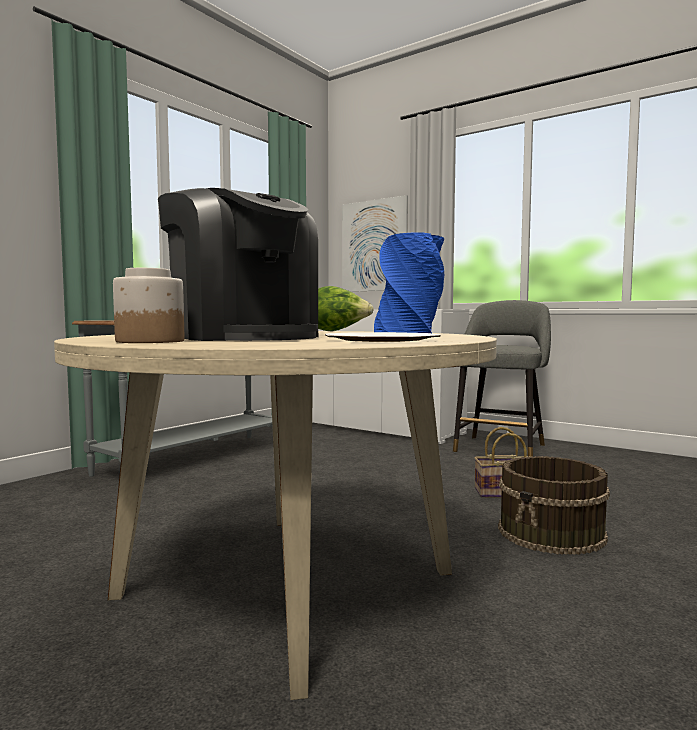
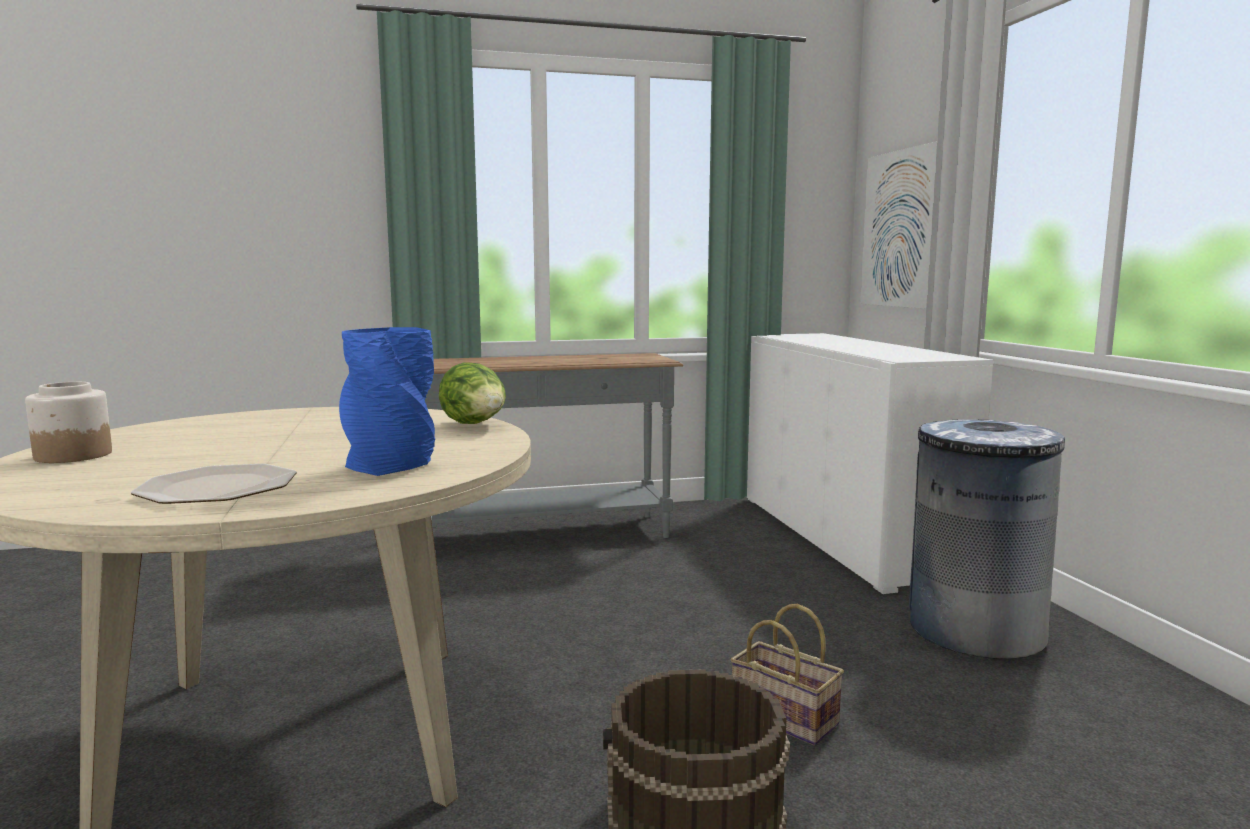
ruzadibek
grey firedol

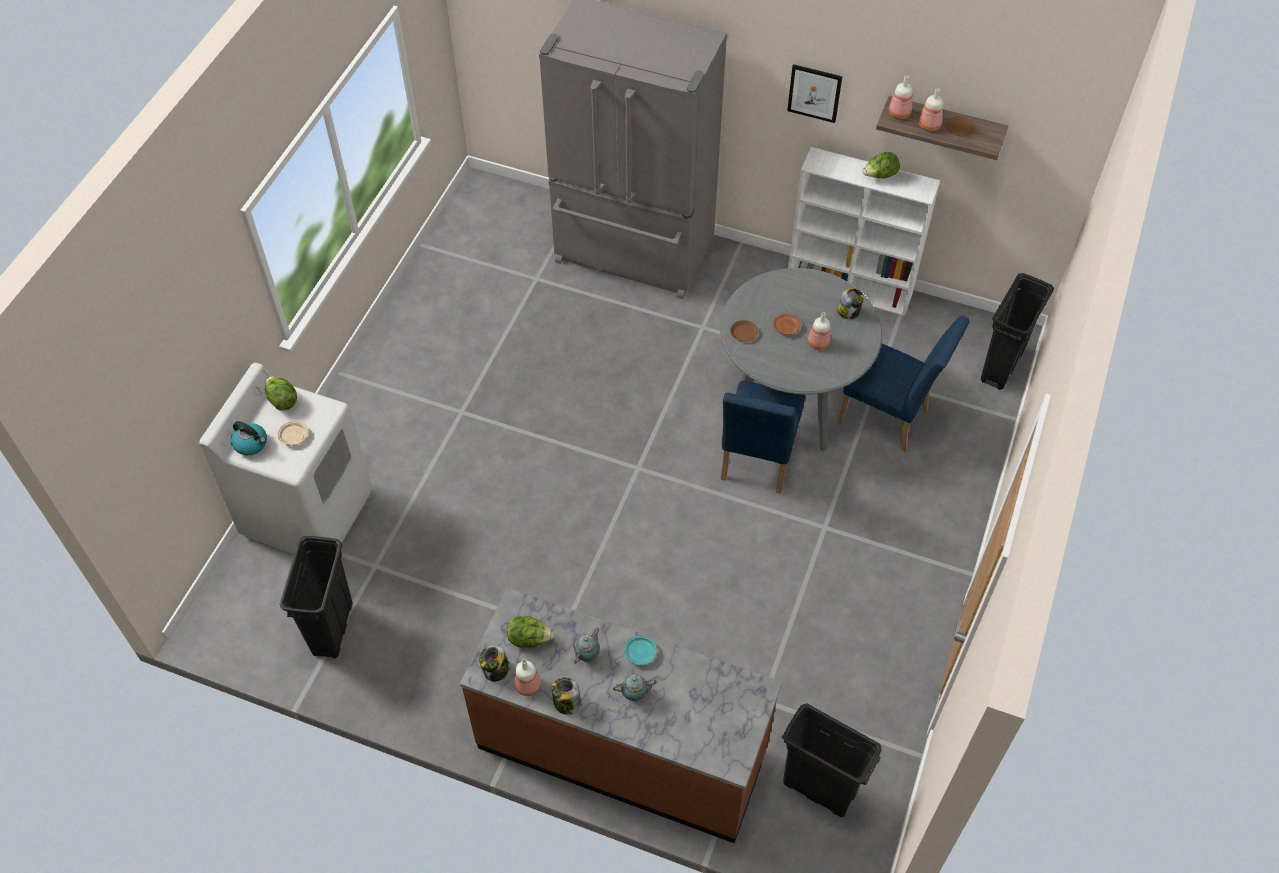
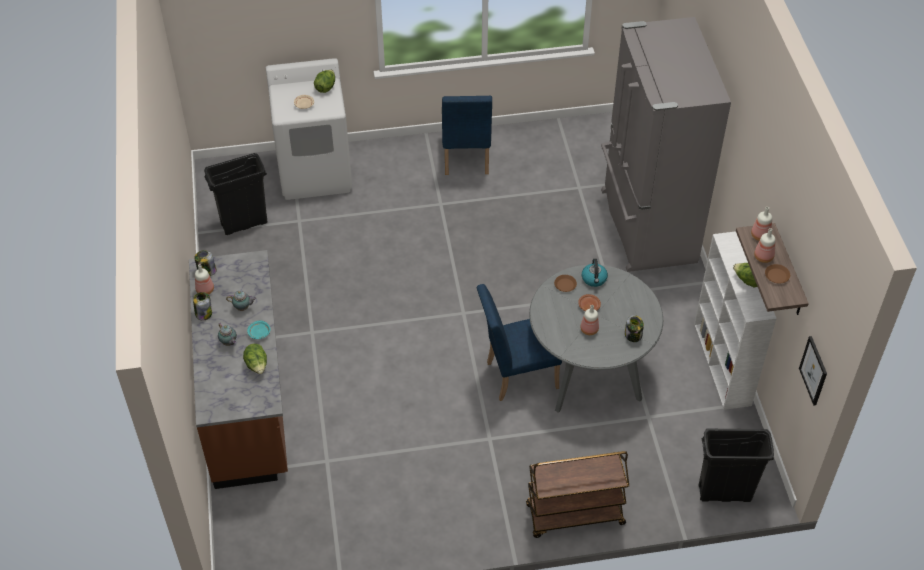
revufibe
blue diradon (no. 1 from left)
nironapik
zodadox (no. 1 from left)
black firedol (no. 2 from left in the first image)
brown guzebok

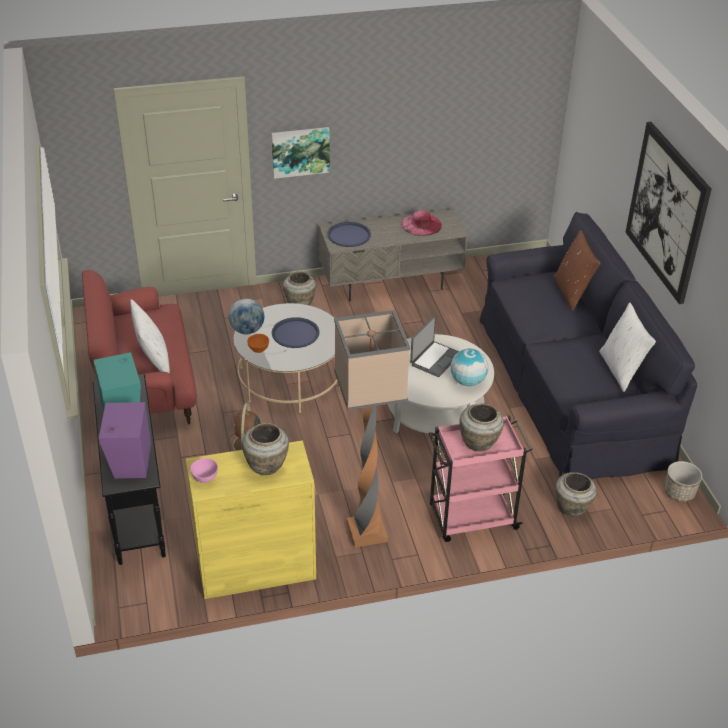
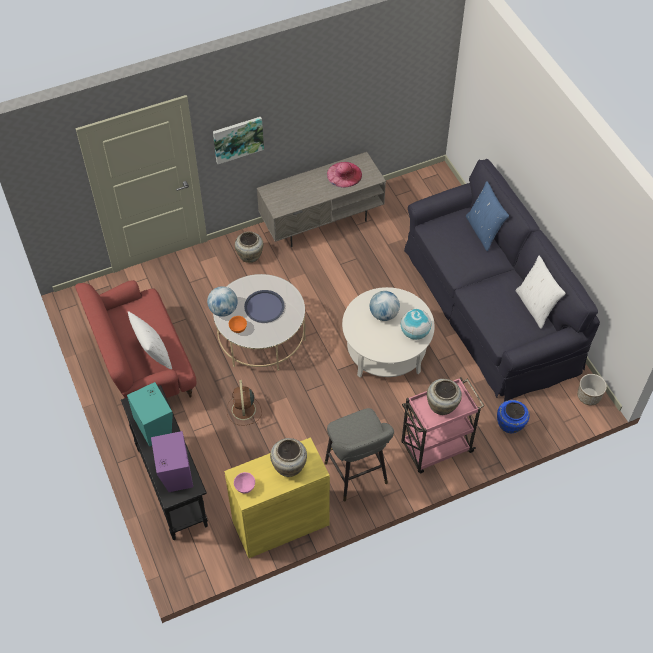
revufibe (no. 2 from left in the first image)
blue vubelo (no. 2 from left in the first image)
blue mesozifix
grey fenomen
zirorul (no. 2 from left)
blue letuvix

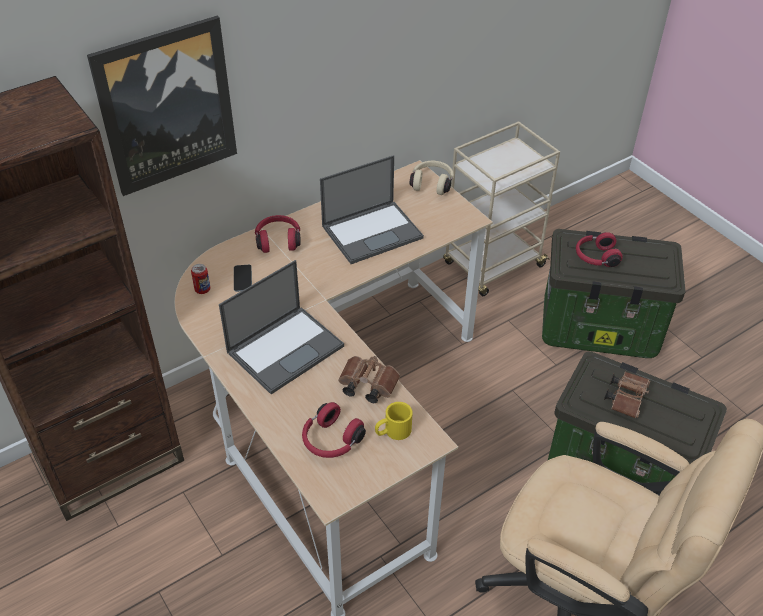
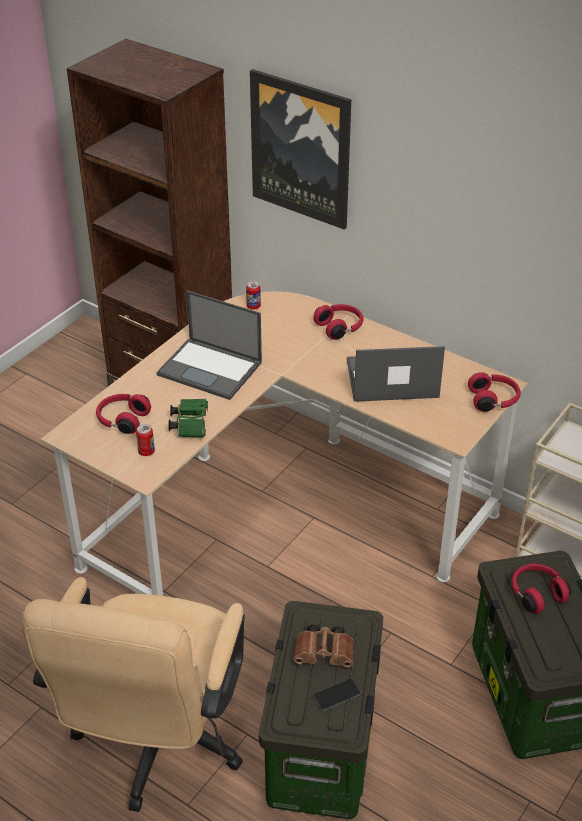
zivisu (no. 2 from left)
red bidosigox (no. 3 from left)
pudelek
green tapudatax
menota (no. 1 from left)

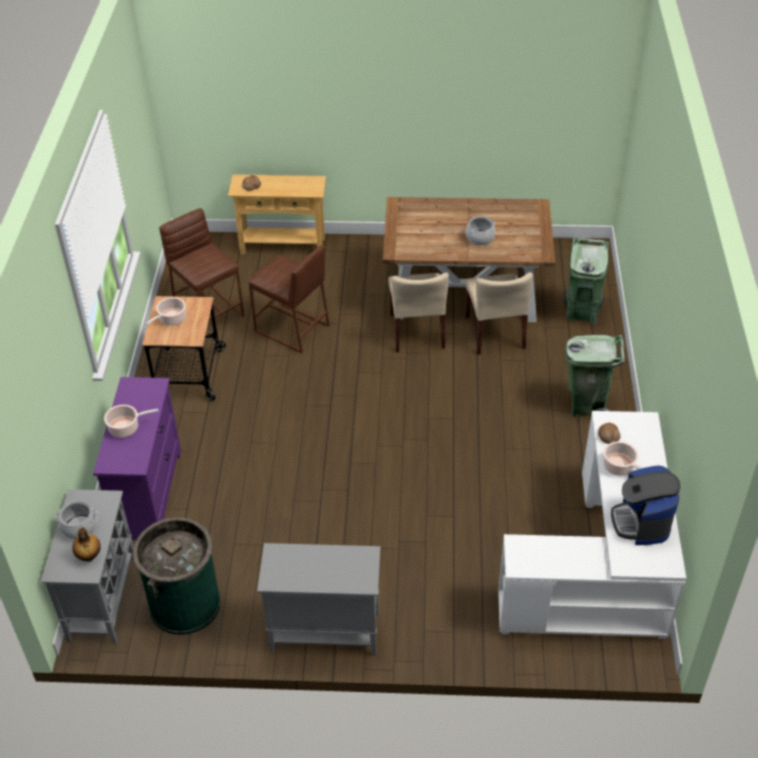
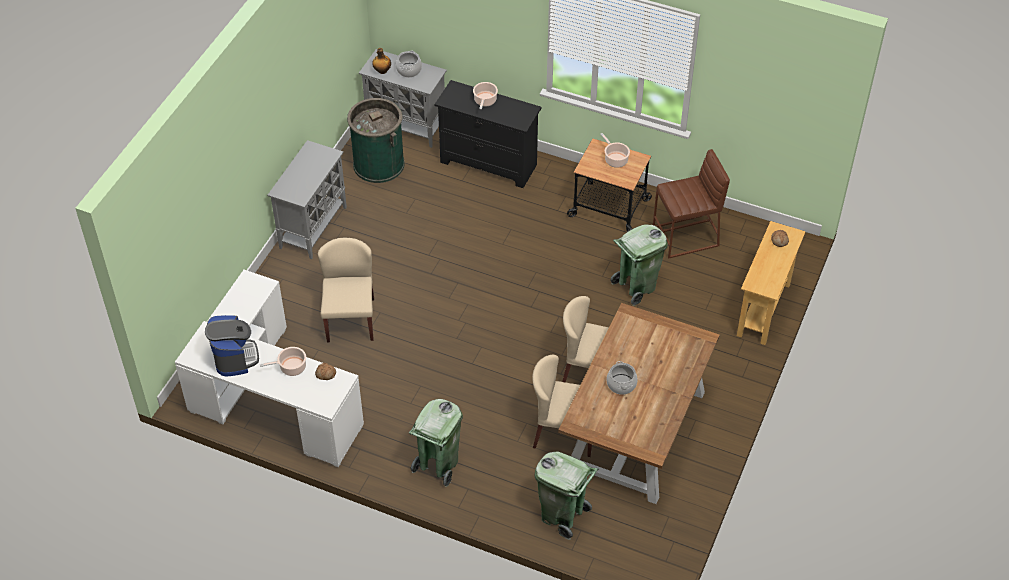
green firedol (no. 4 from left)
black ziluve
ruzadibek
beige diradon (no. 1 from left)

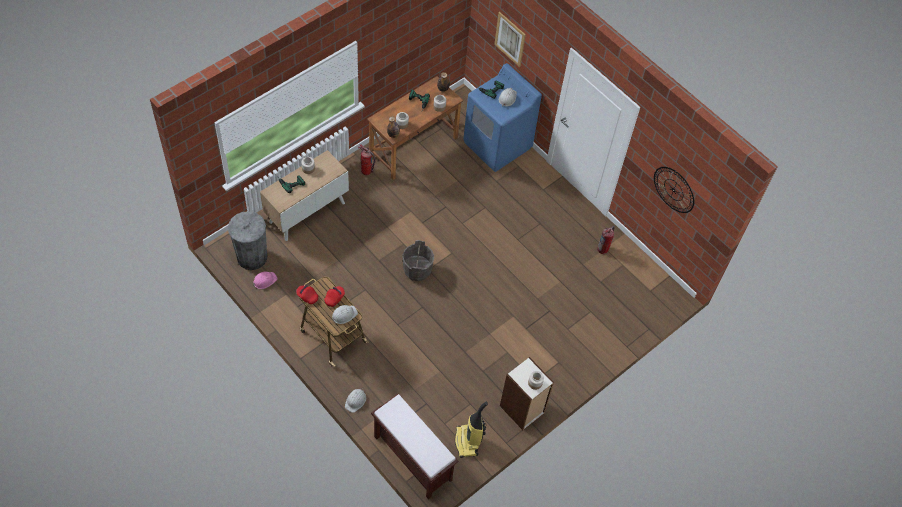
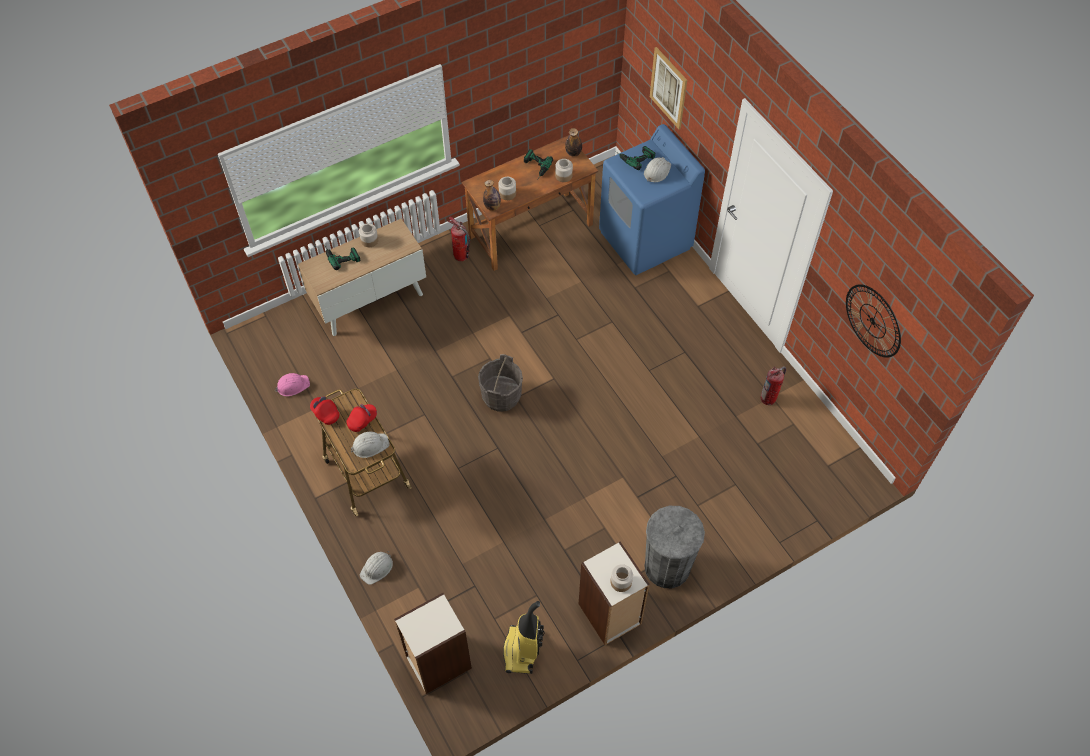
grey firedol
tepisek (no. 1 from left)

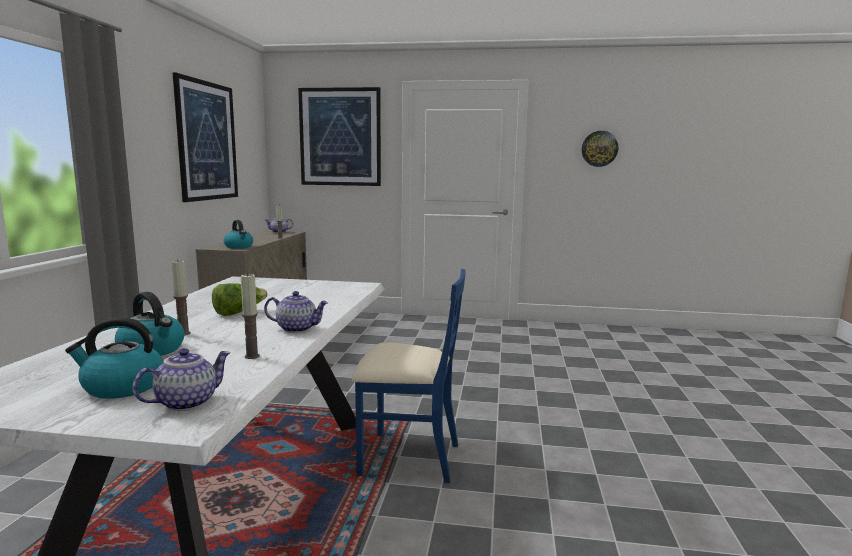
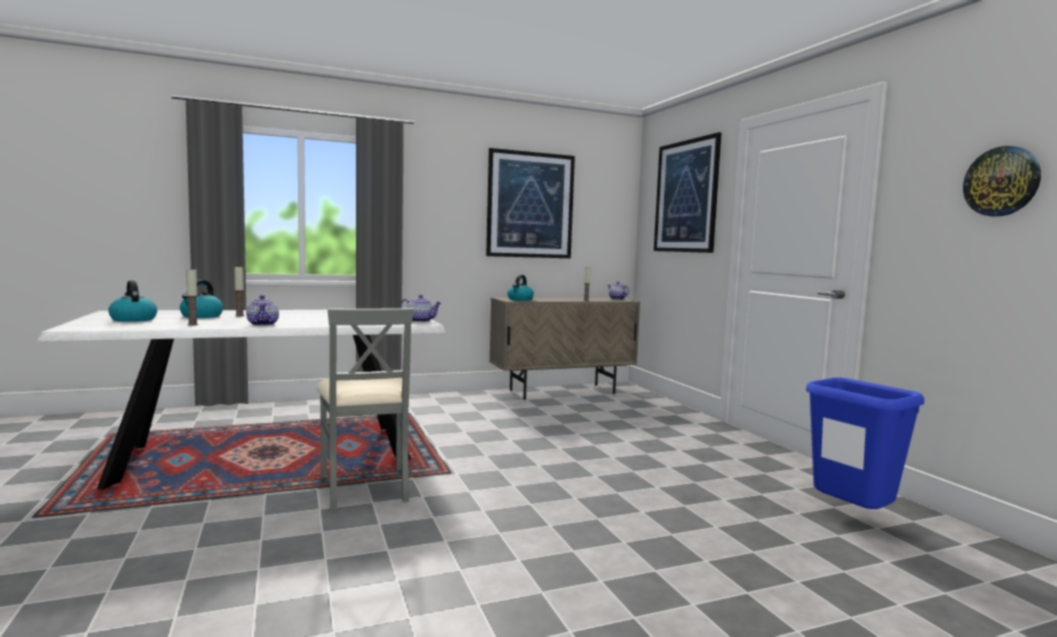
grey diradon
zodadox
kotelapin (no. 2 from left)
blue firedol

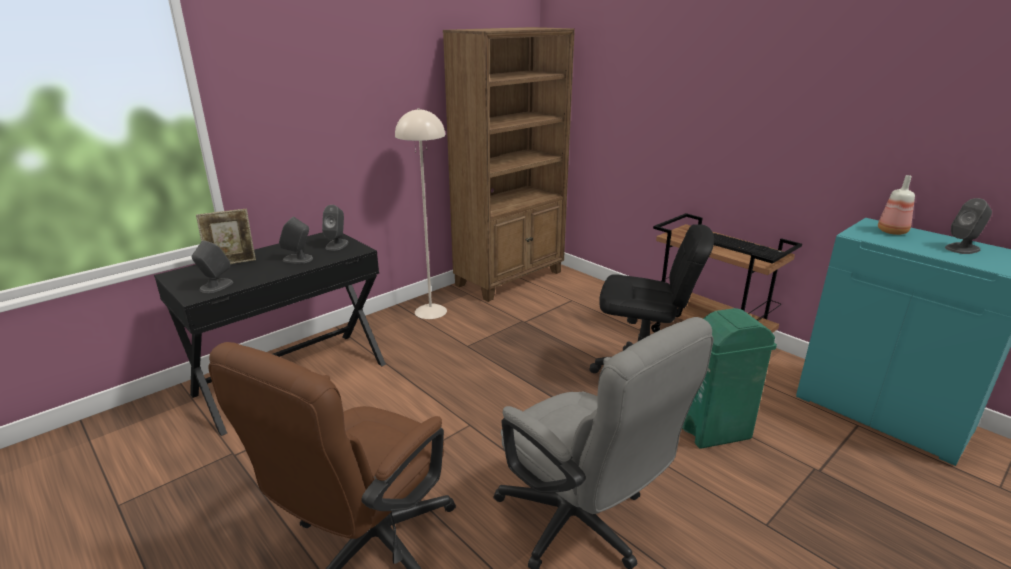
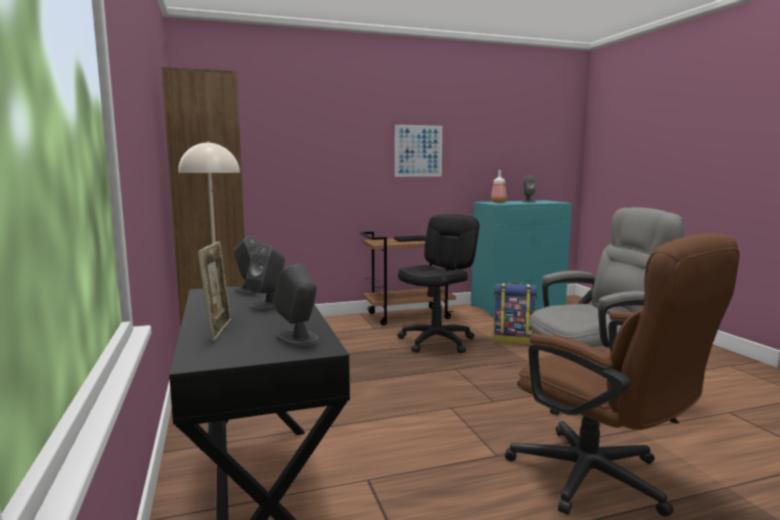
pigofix
revufibe

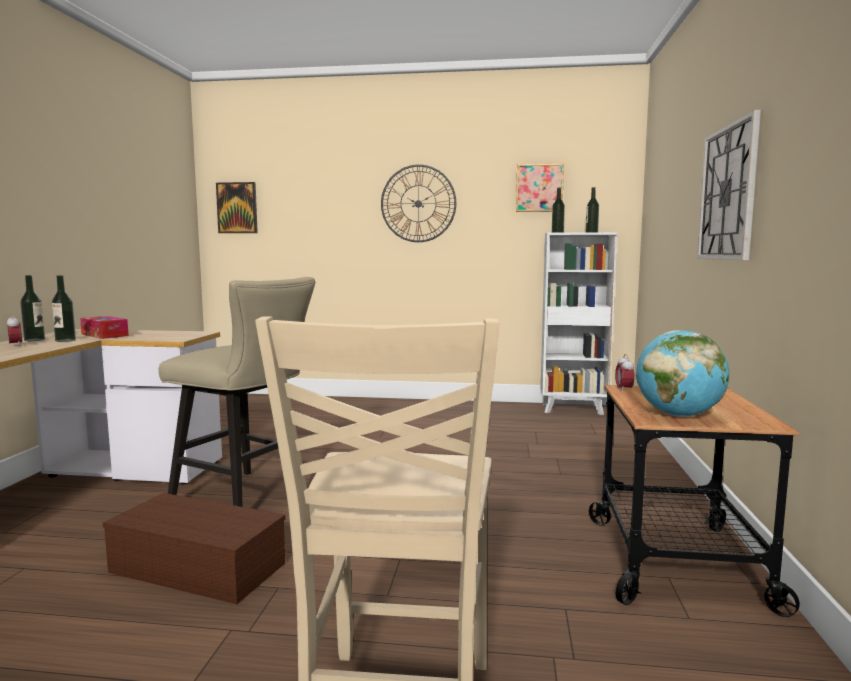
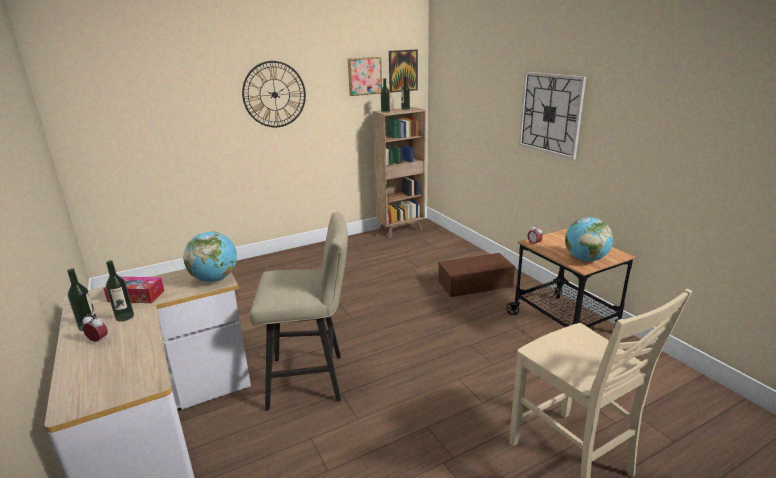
revufibe (no. 2 from left)
brown tepisek
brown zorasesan
zirorul (no. 1 from left)

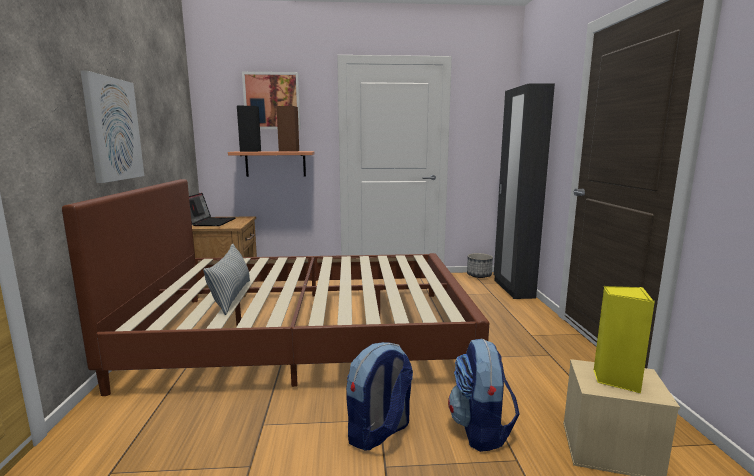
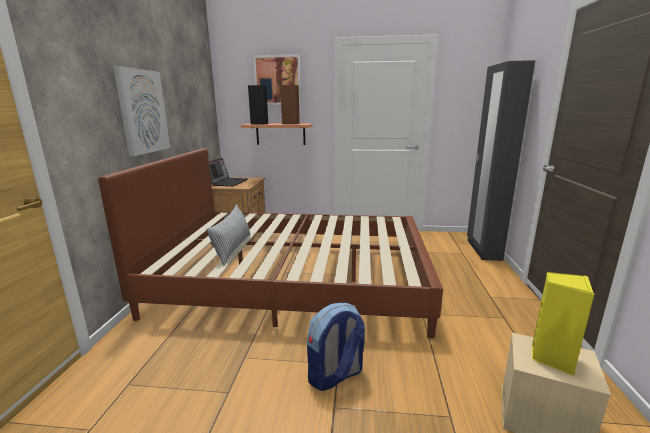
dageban
pigofix (no. 2 from left in the first image)

